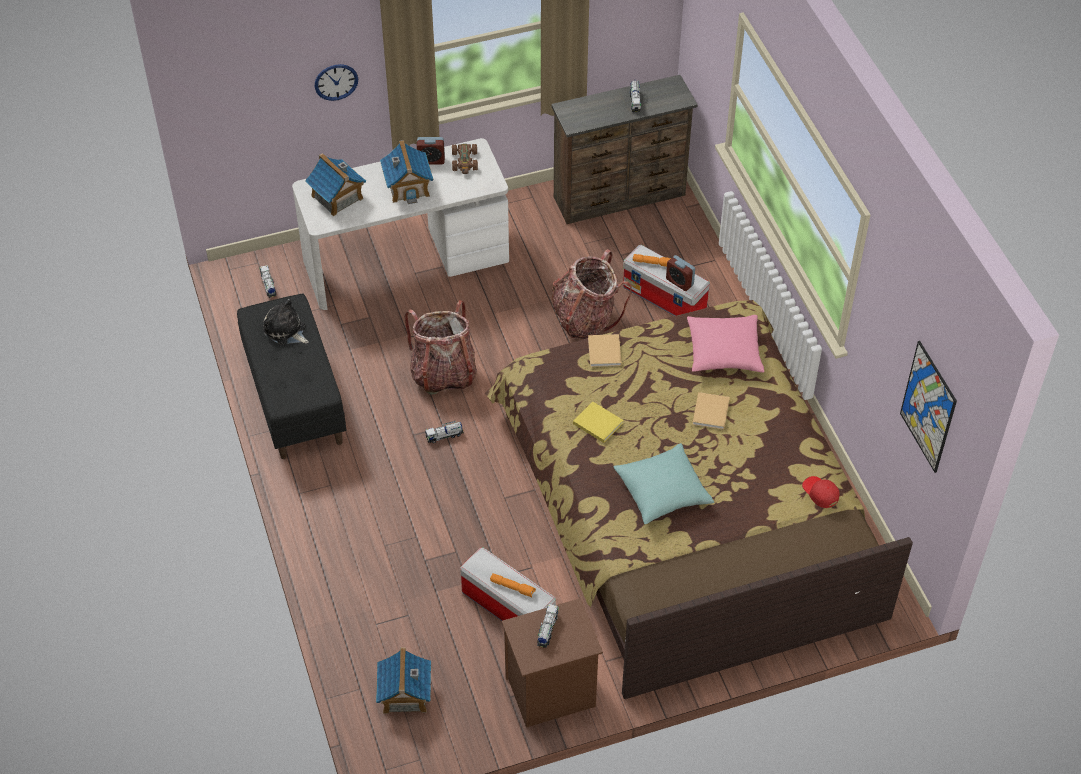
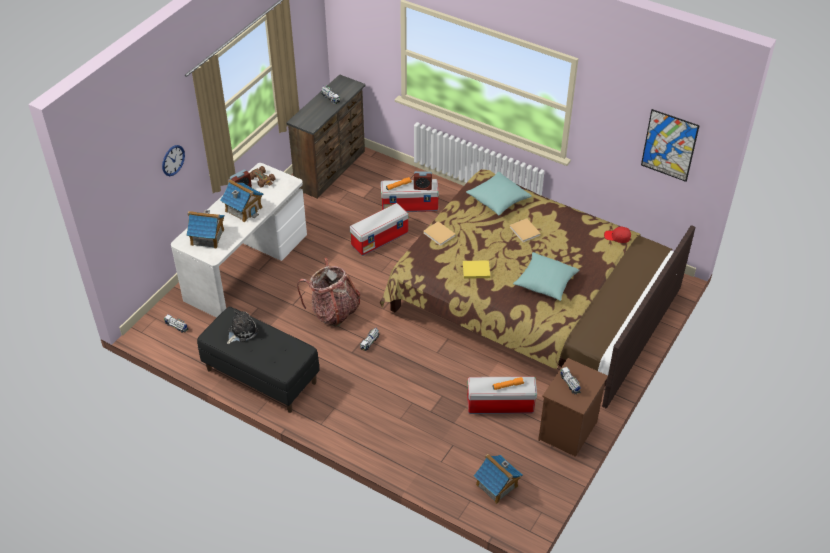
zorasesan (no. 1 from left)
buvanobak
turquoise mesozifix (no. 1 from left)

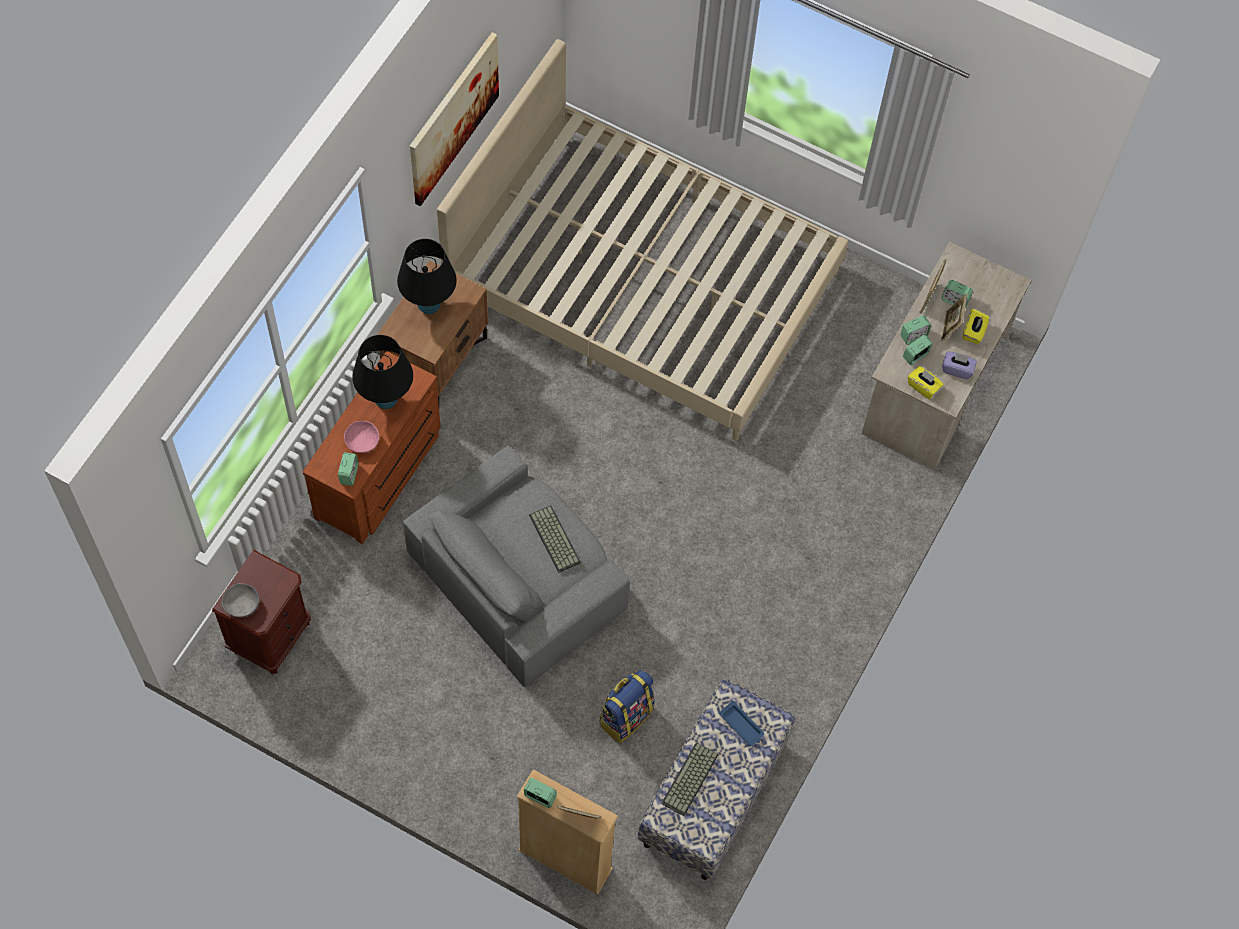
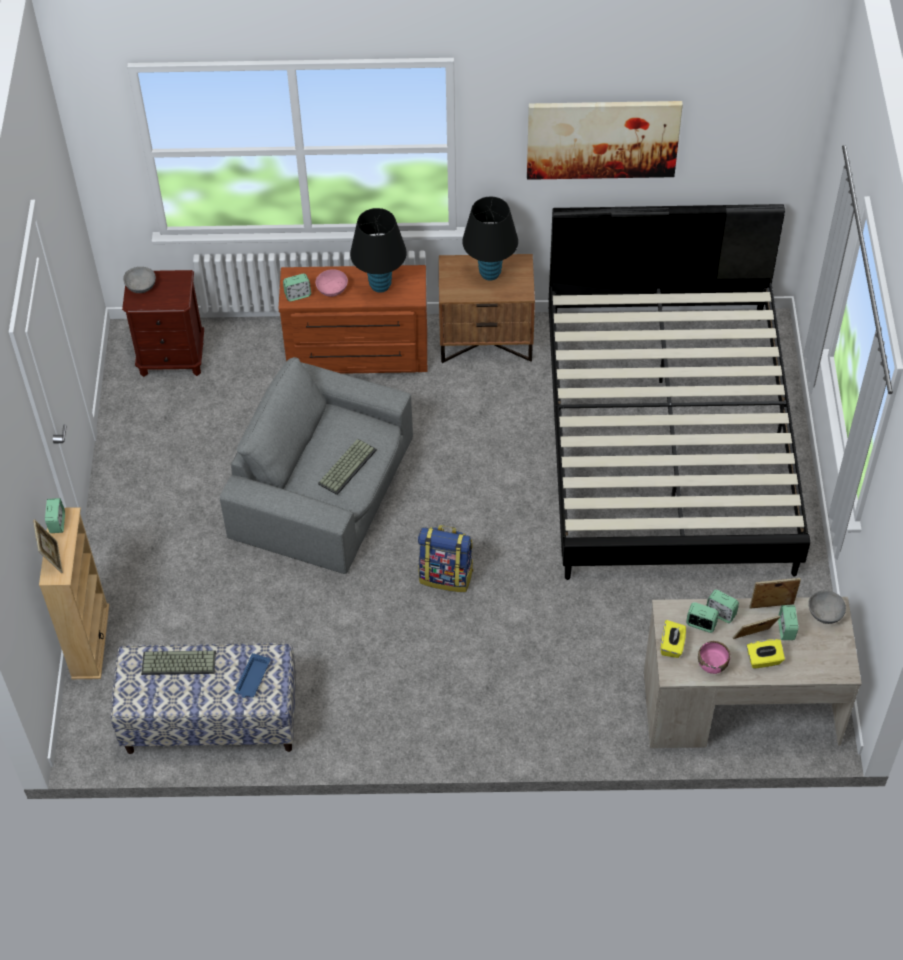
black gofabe
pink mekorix (no. 2 from left)
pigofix
grey mekorix (no. 2 from left)

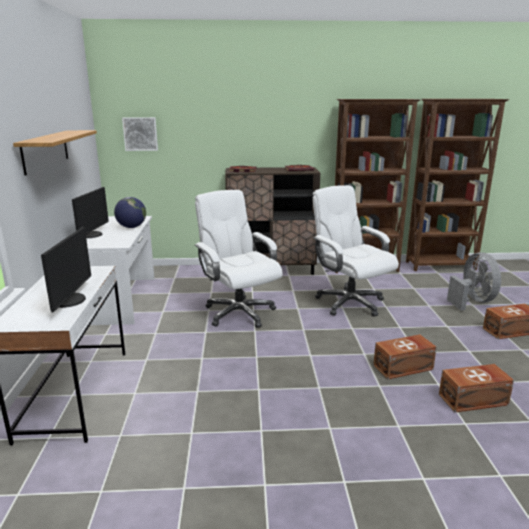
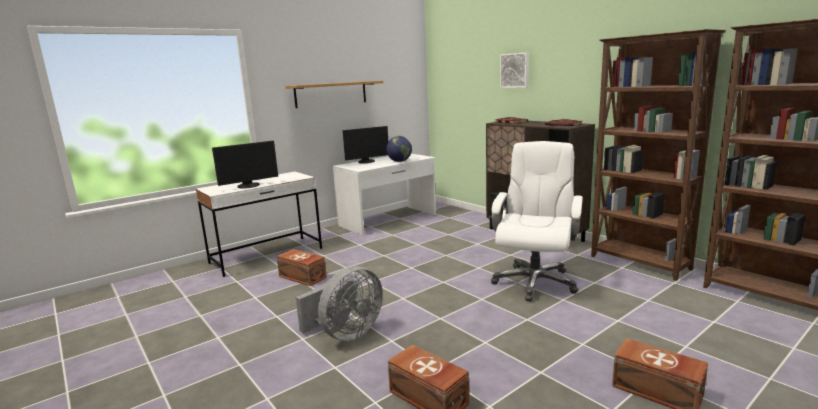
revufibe
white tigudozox (no. 1 from left in the first image)
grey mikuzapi
brown zorasesan (no. 1 from left)

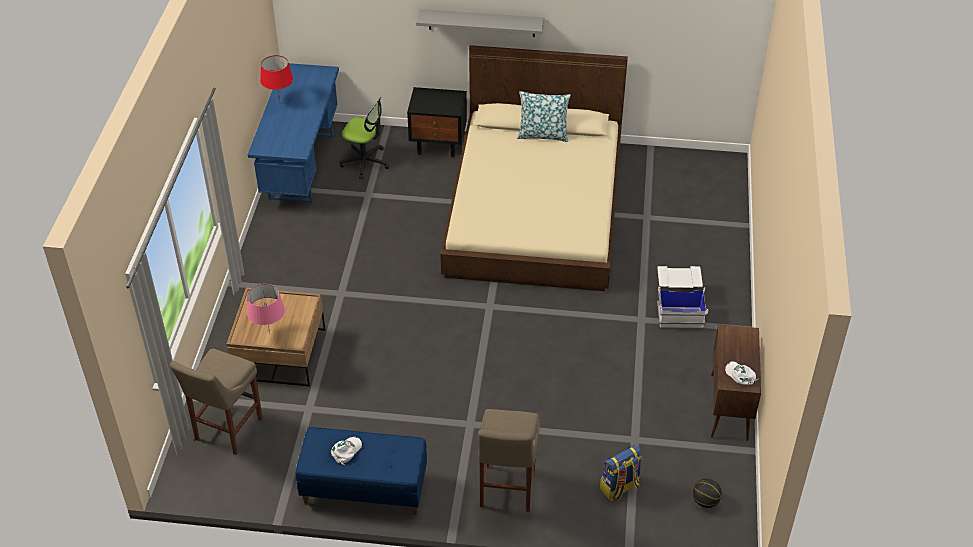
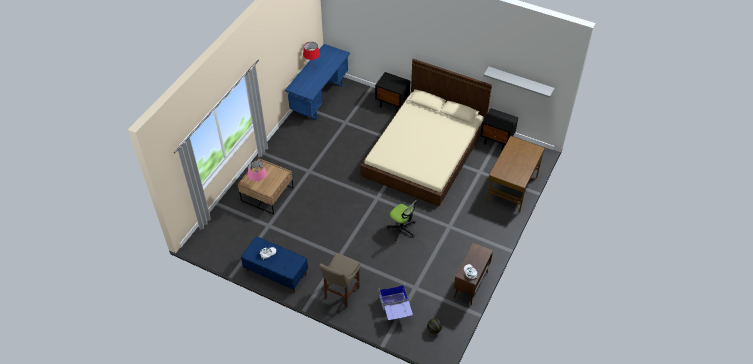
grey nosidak
mesozifix
tigudozox
white zorasesan
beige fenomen (no. 1 from left in the first image)
blue zorasesan
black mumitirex (no. 2 from left)
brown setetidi

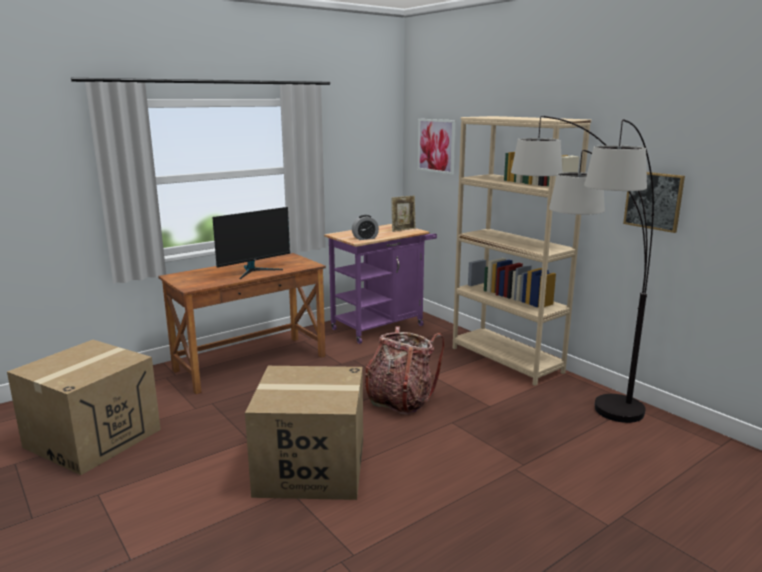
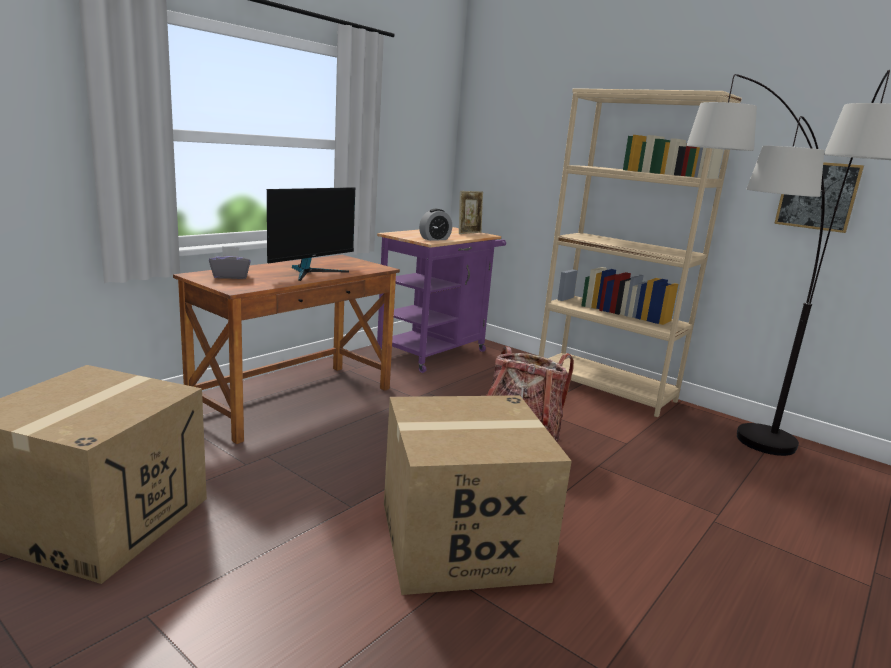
revufibe (no. 1 from left in the first image)
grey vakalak

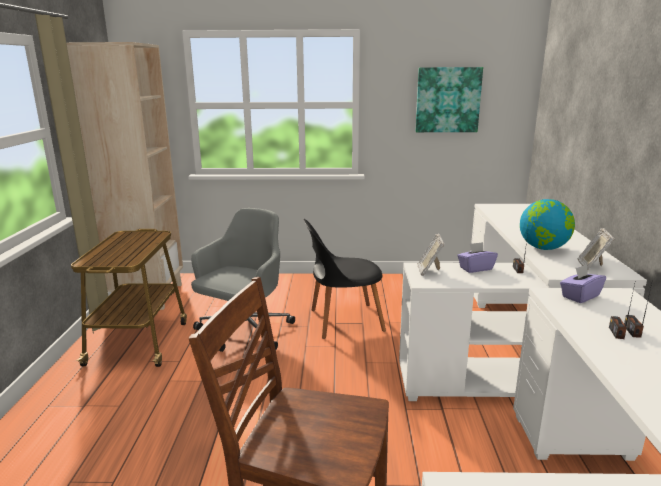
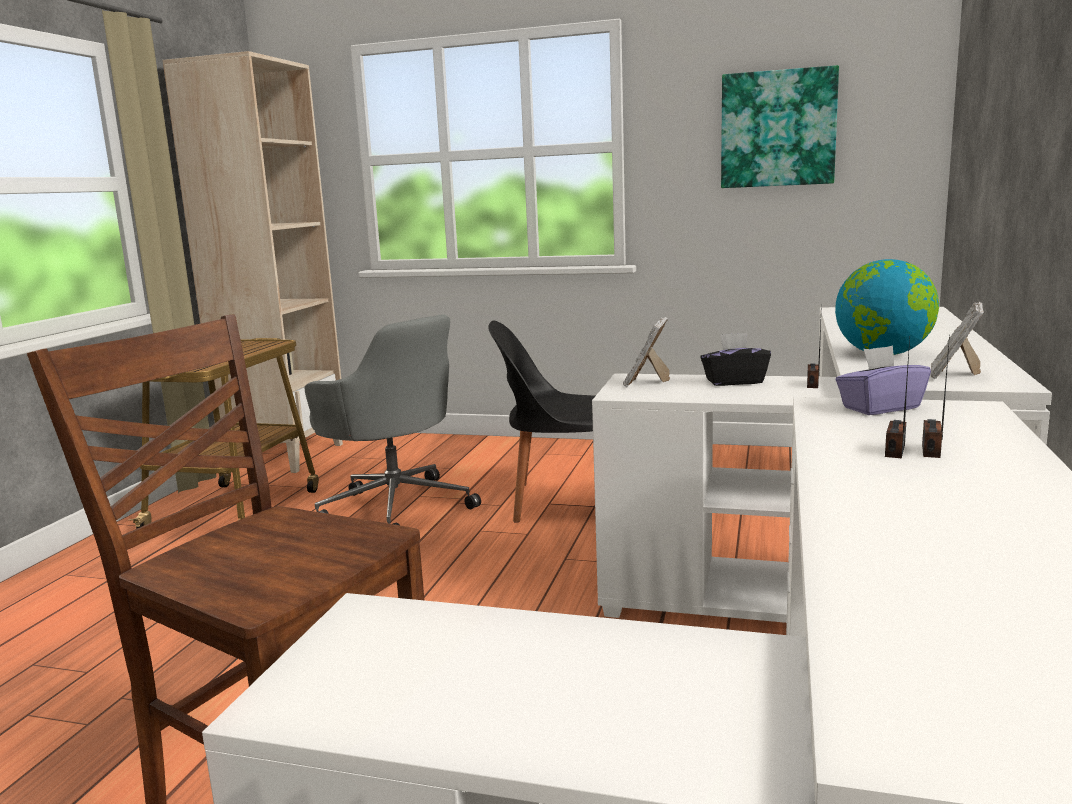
grey tigudozox
black vakalak

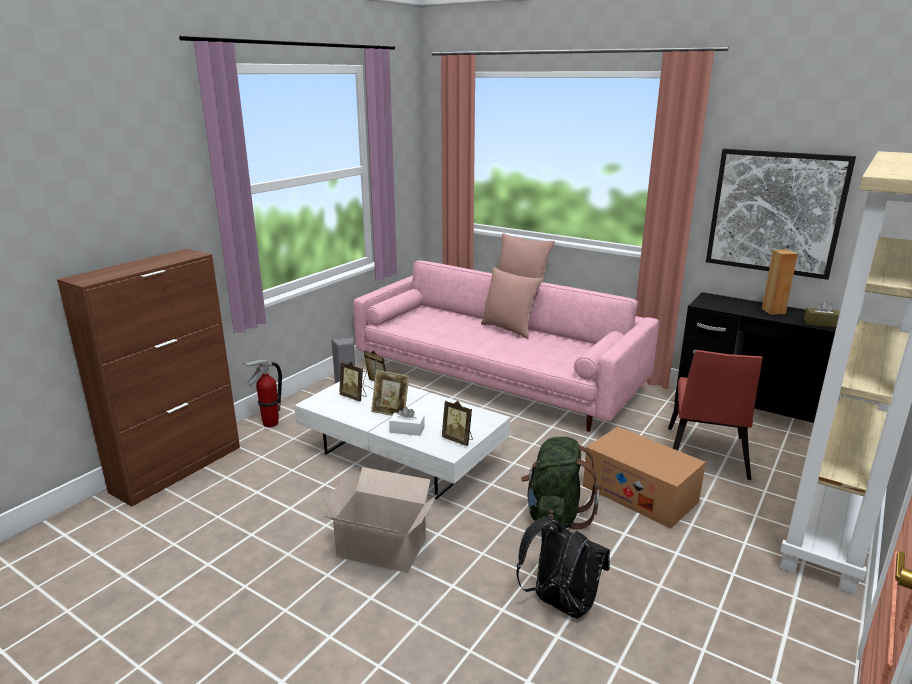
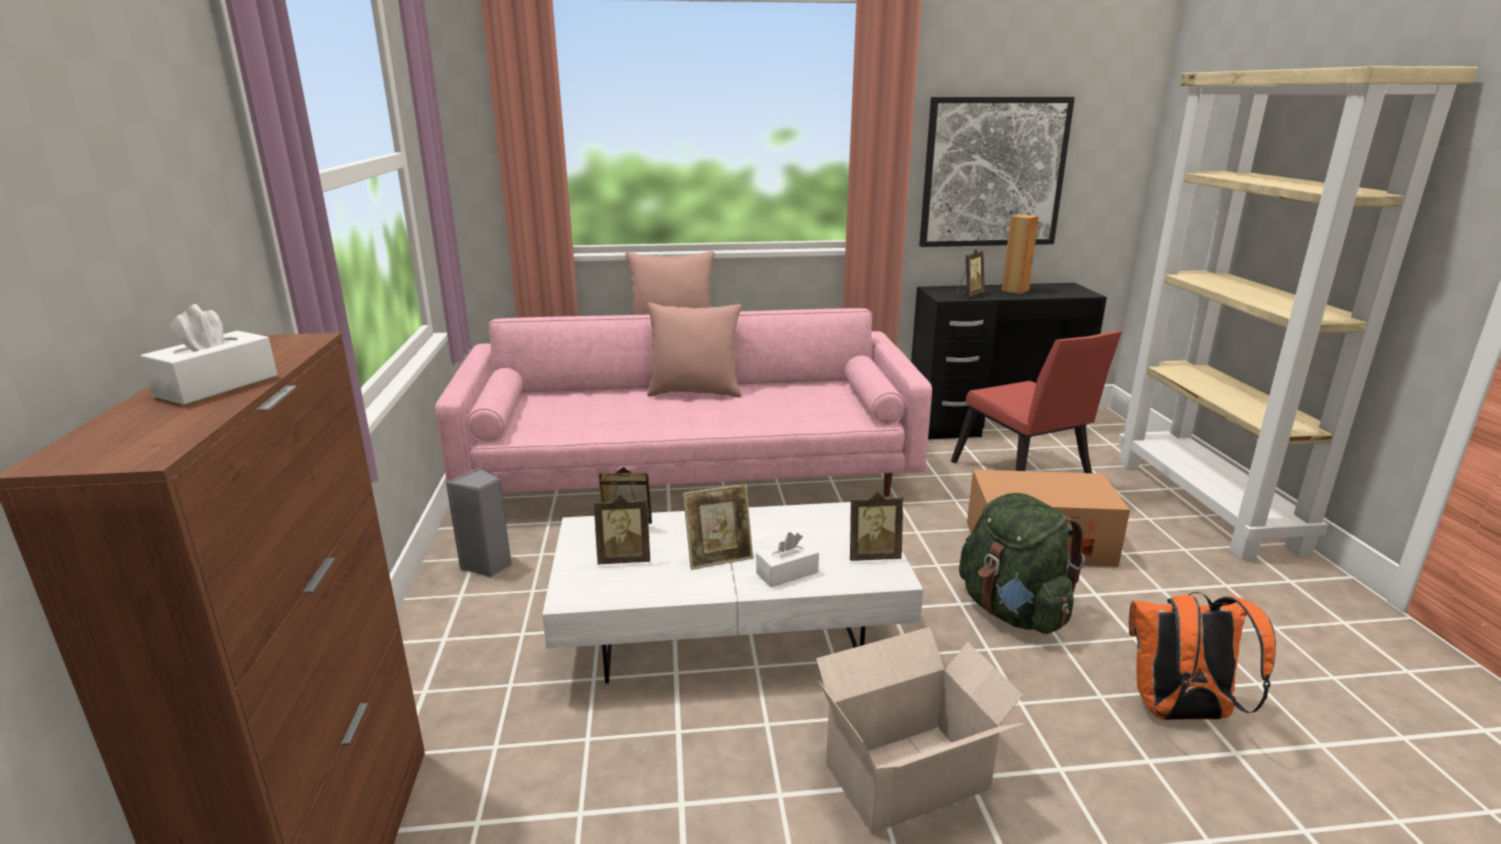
brown vakalak
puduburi
orange pigofix
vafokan (no. 5 from left)
white vakalak (no. 1 from left)

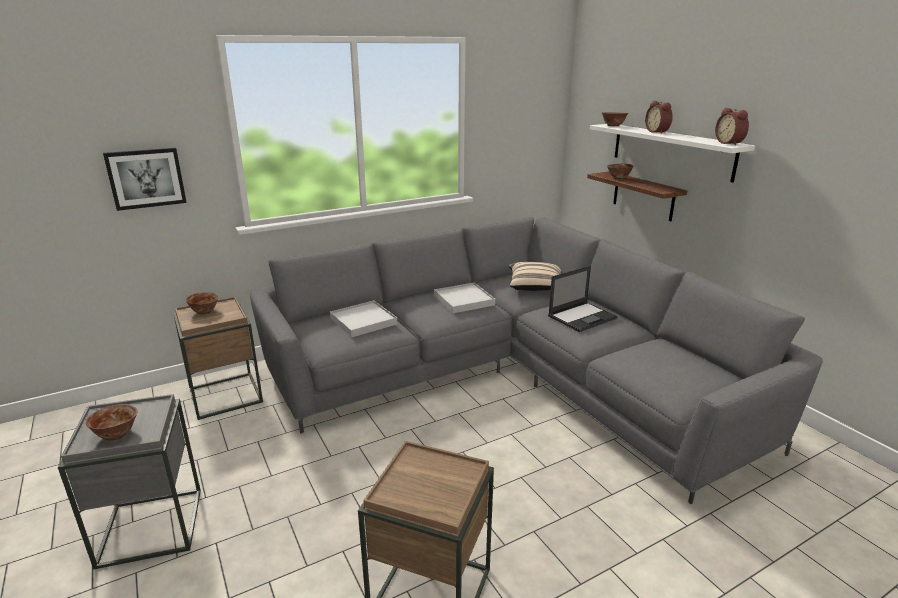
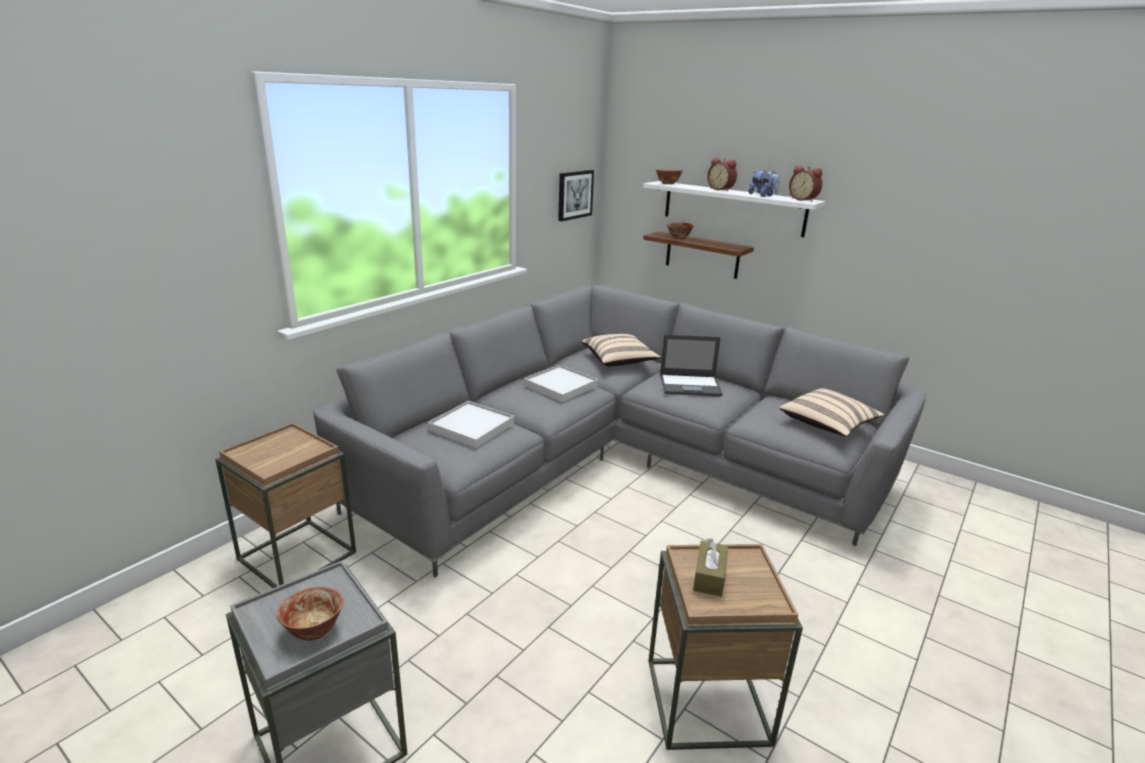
revufibe
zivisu
mekorix (no. 2 from left in the first image)
buvanobak
beige mesozifix (no. 2 from left)
brown vakalak

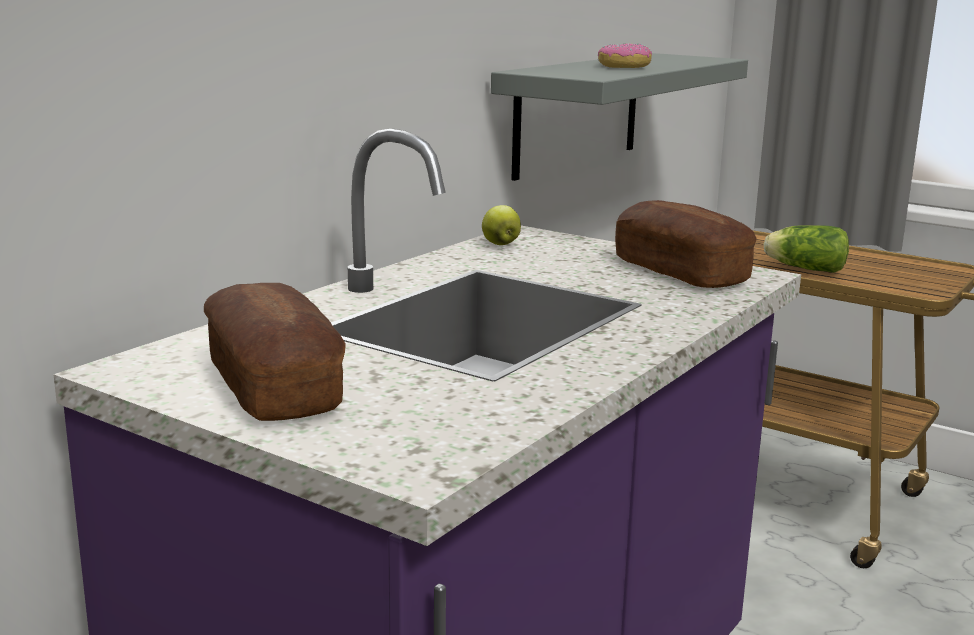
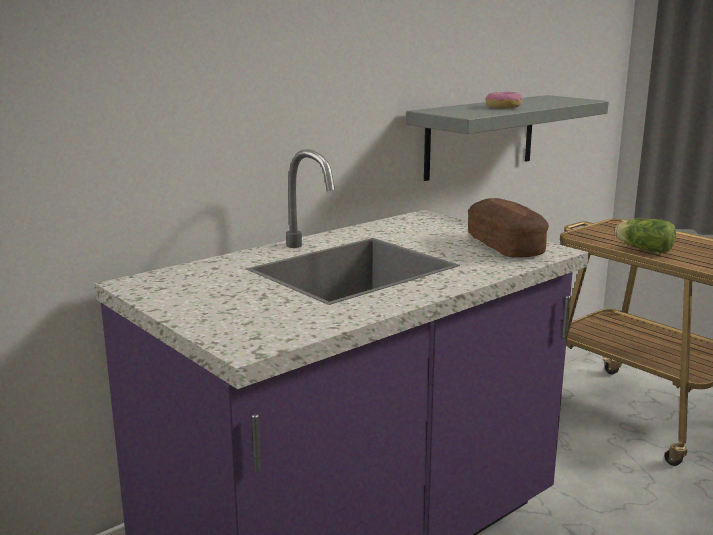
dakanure
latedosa (no. 1 from left in the first image)

